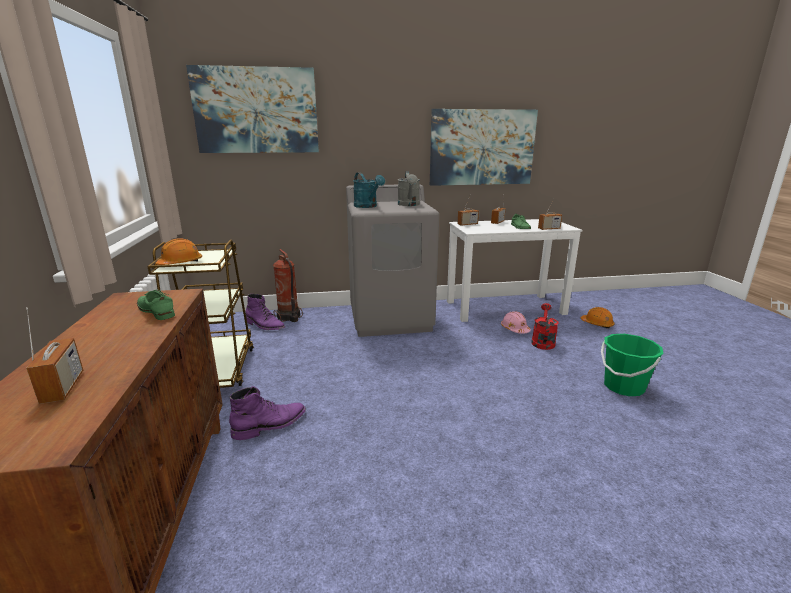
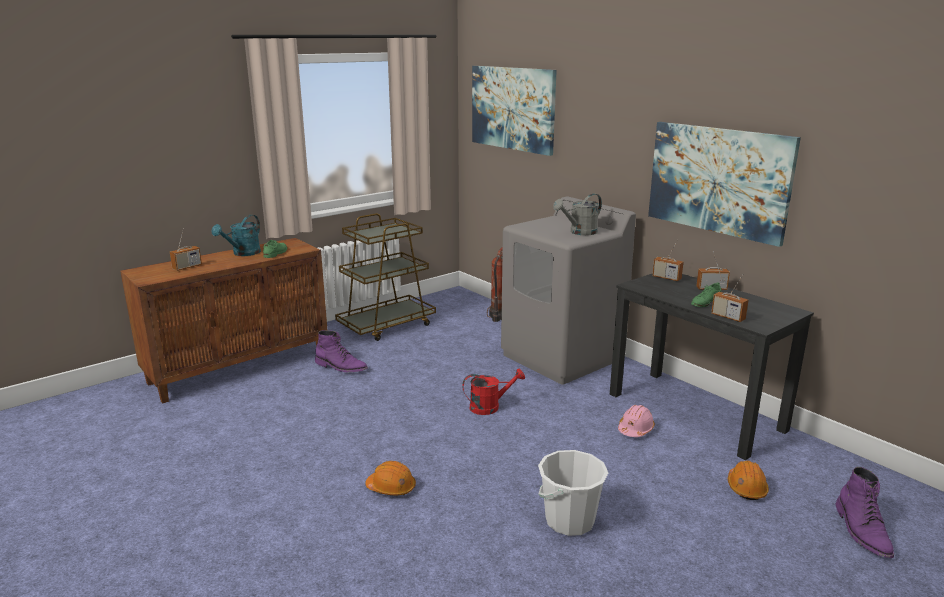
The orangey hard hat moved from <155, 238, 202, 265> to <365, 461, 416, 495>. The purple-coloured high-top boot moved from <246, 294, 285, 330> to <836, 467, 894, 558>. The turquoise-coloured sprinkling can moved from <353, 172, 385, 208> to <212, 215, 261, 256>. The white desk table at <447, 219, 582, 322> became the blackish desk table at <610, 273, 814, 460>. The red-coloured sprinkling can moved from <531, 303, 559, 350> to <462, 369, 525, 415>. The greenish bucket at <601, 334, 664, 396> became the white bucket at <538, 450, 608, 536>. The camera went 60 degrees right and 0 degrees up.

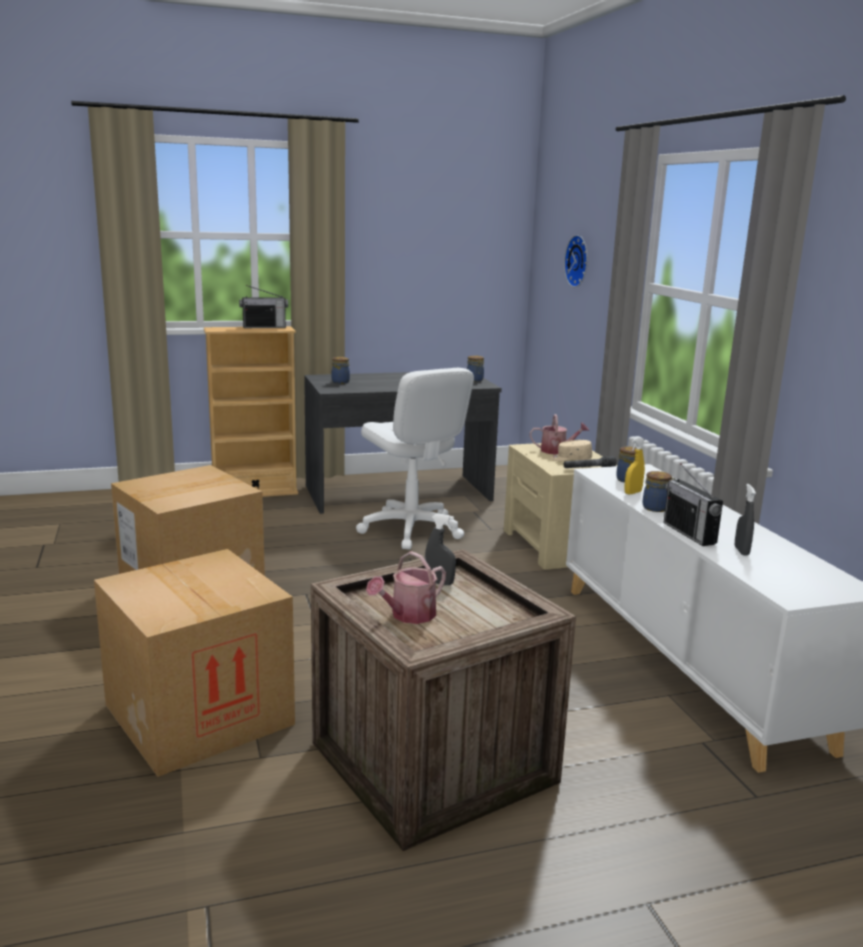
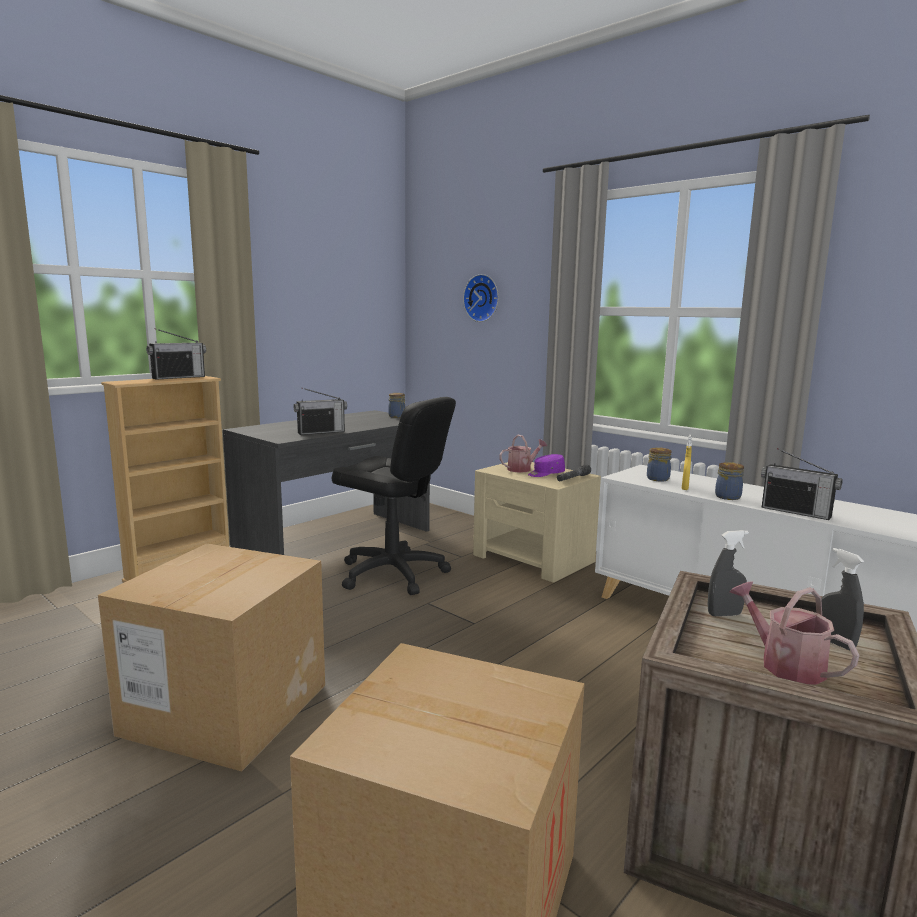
The storage jar at <332, 357, 350, 384> disappeared. The white computer chair at <356, 368, 474, 549> became the blackish computer chair at <332, 397, 456, 595>. The sprinkling can at <366, 551, 446, 624> turned 135 degrees clockwise. The beige-coloured cap at <550, 440, 592, 461> became the purple-coloured cap at <528, 454, 565, 477>. The grey sprayer moved from <735, 484, 756, 555> to <821, 548, 864, 650>. The radio at <294, 388, 347, 435> appeared. The camera went 30 degrees left and 5 degrees down.

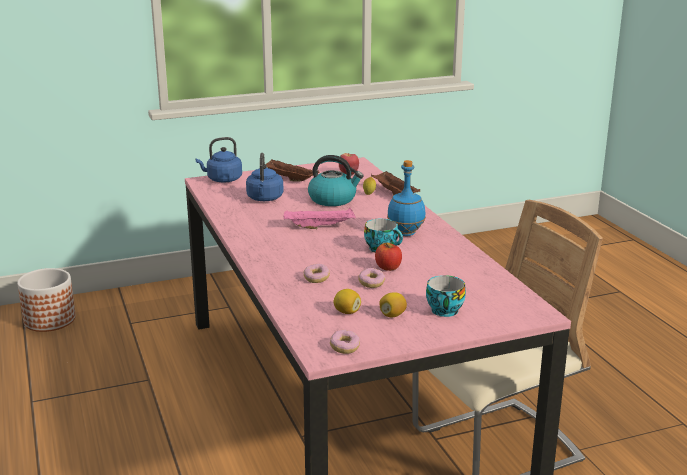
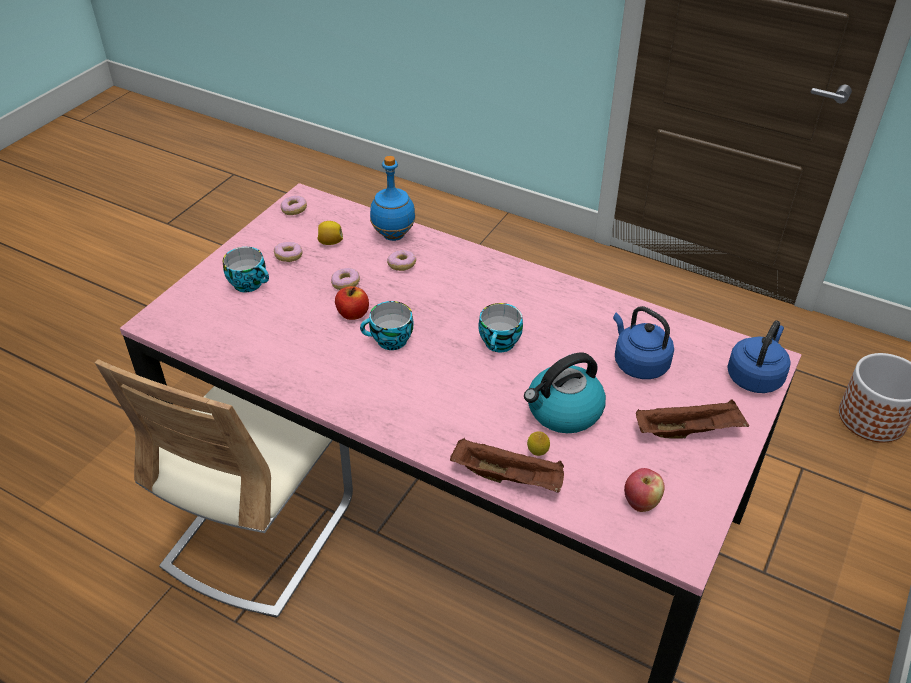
The pink-coloured carrying tray at <283, 208, 356, 229> was replaced by the small cup at <478, 303, 523, 352>. The lemon at <379, 292, 407, 317> was replaced by the ring doughnut at <274, 242, 302, 262>. The blue beverage bottle moved from <387, 160, 426, 236> to <370, 156, 416, 241>. The camera went 140 degrees right and 20 degrees up.

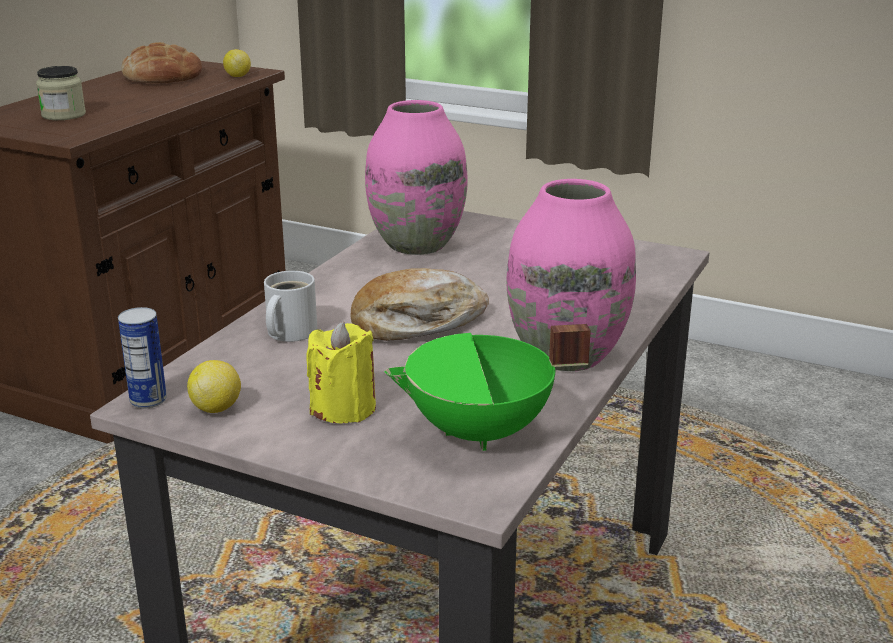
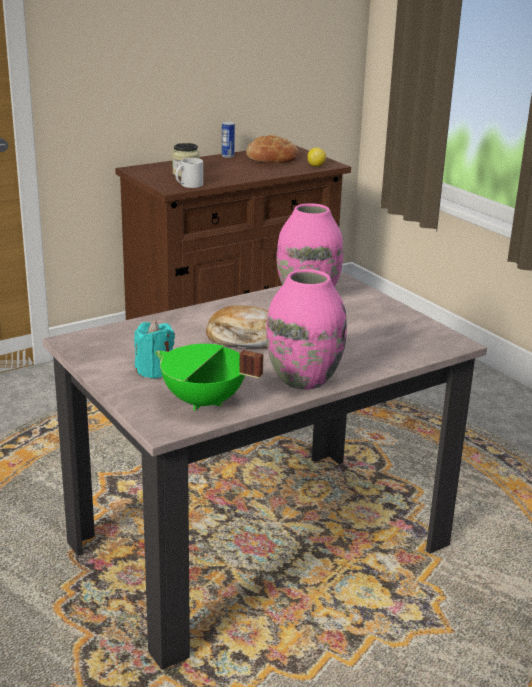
The can moved from <118, 307, 167, 408> to <222, 122, 235, 158>. The lemon at <187, 360, 241, 413> disappeared. The white mug moved from <264, 271, 317, 342> to <175, 158, 203, 188>. The yellowish wax candle at <307, 321, 376, 424> became the turquoise-coloured wax candle at <134, 320, 175, 379>. The camera went 30 degrees right and 0 degrees up.

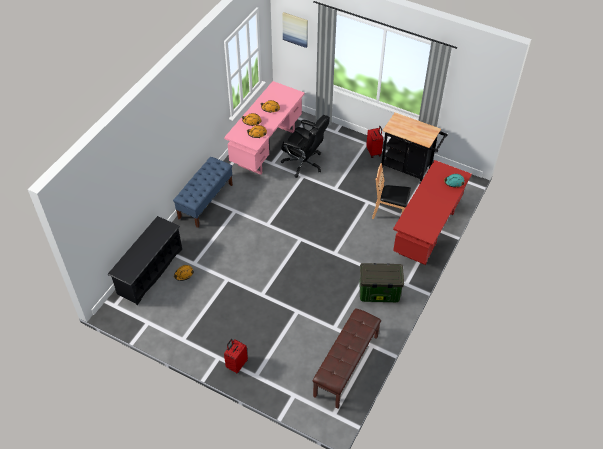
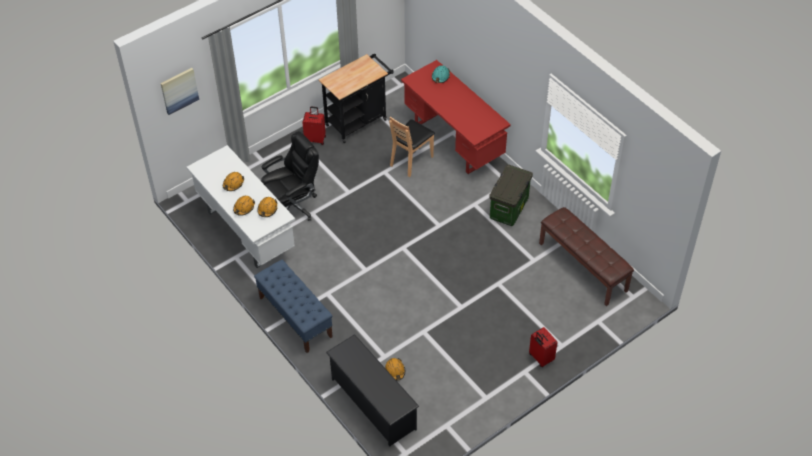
The pink-coloured desk table at <224, 81, 305, 175> became the white desk table at <187, 145, 295, 268>. The camera went 65 degrees left and 0 degrees up.

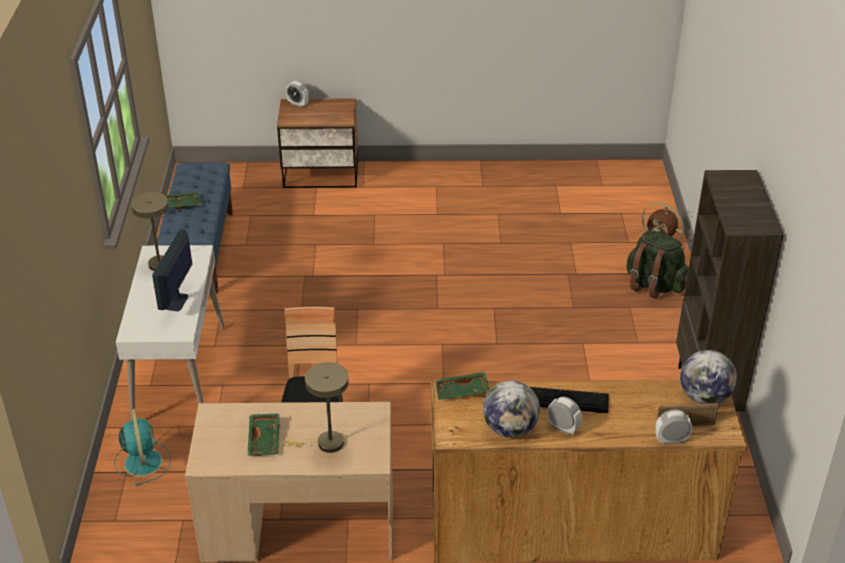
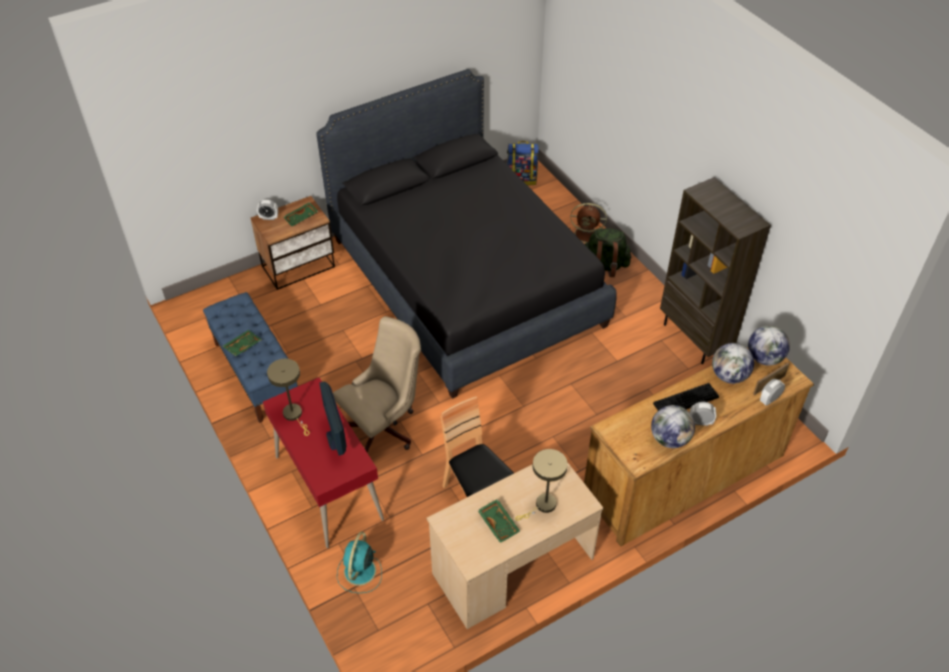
The turquoise-coloured cooling fan at <114, 409, 171, 486> turned 120 degrees counterclockwise. The white desk table at <116, 245, 225, 420> became the red-coloured desk table at <263, 378, 384, 548>. The greenish carrying tray moved from <435, 372, 489, 400> to <284, 202, 318, 226>. The blackish bedroom bed at <316, 69, 617, 399> appeared. The beige-coloured computer chair at <333, 316, 421, 452> appeared. The backpack at <507, 141, 539, 186> appeared. The desk globe at <712, 343, 754, 384> appeared. The camera went 30 degrees left and 10 degrees up.

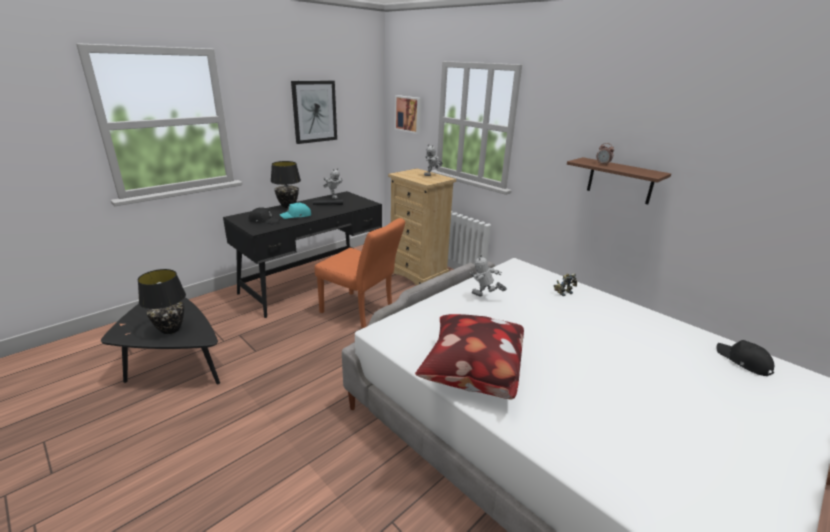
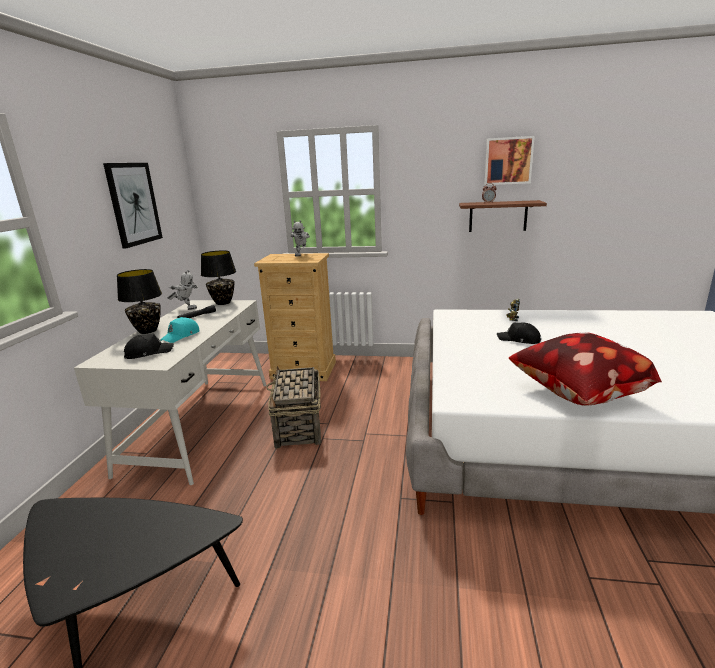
The blackish table lamp moved from <138, 269, 186, 334> to <201, 250, 236, 305>. The blackish desk table at <223, 191, 382, 318> became the white desk table at <74, 300, 267, 485>. The orangey upright chair at <315, 218, 405, 329> was replaced by the basket at <266, 366, 322, 448>. The wall art moved from <395, 95, 421, 134> to <485, 136, 535, 185>. The robot figure at <470, 254, 507, 297> disappeared. The blackish cap moved from <717, 340, 774, 376> to <497, 322, 541, 344>. The camera went 35 degrees left and 5 degrees down.

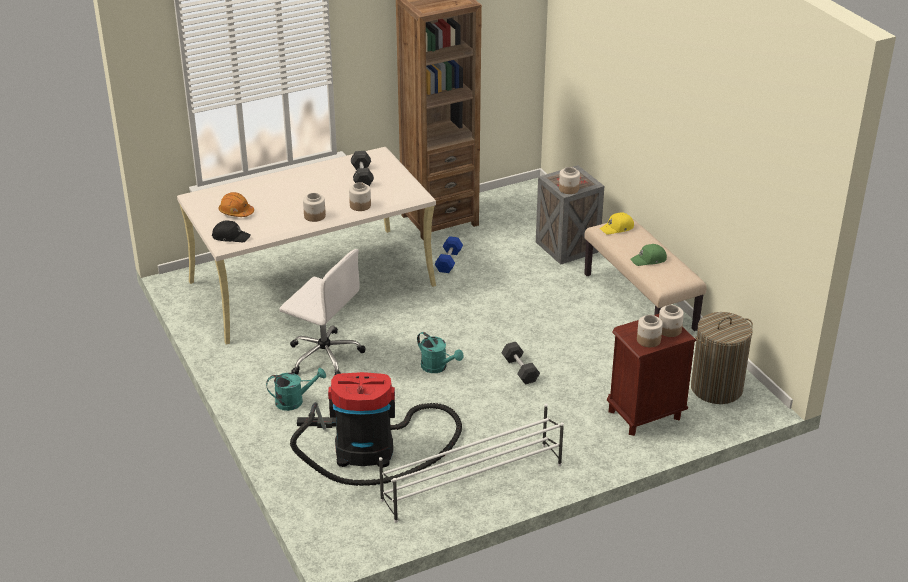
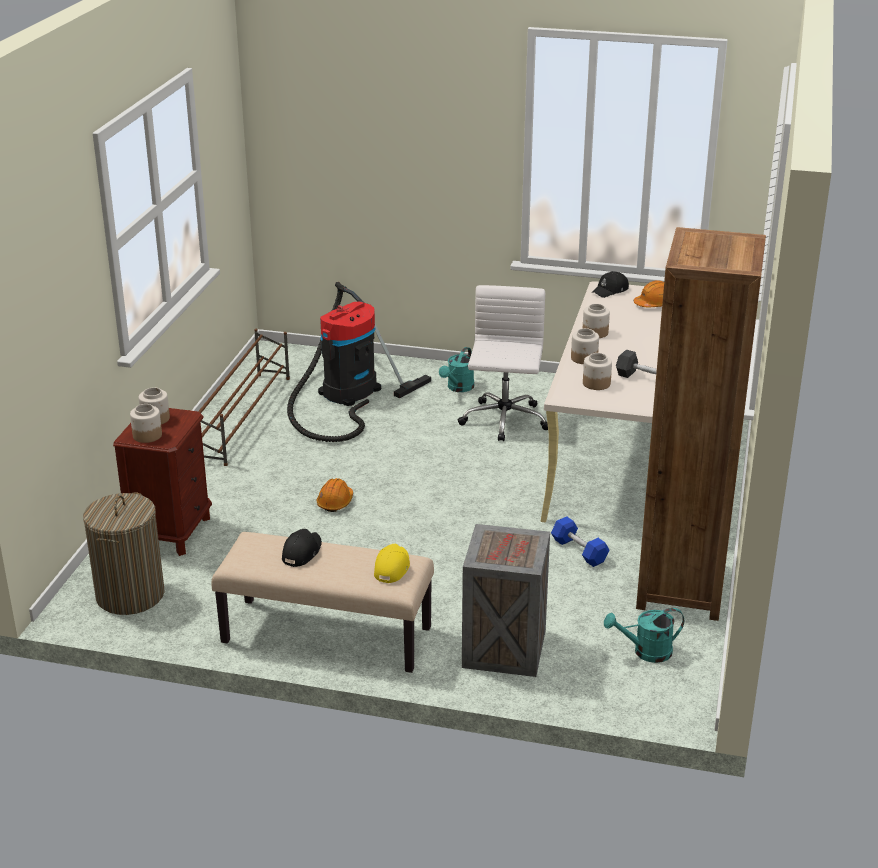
The white computer chair at <279, 249, 366, 375> turned 120 degrees clockwise. The white shoe shelf at <379, 404, 564, 523> became the brown-coloured shoe shelf at <190, 329, 290, 466>. The turquoise-coloured sprinkling can moved from <417, 332, 463, 373> to <604, 608, 684, 663>. The blackish dumbbell at <501, 342, 540, 385> was replaced by the orangey hard hat at <317, 478, 353, 512>. The storage jar moved from <559, 167, 580, 194> to <583, 353, 612, 390>. The greenish cap at <630, 244, 667, 266> became the blackish cap at <282, 529, 322, 567>. The camera went 130 degrees right and 5 degrees down.

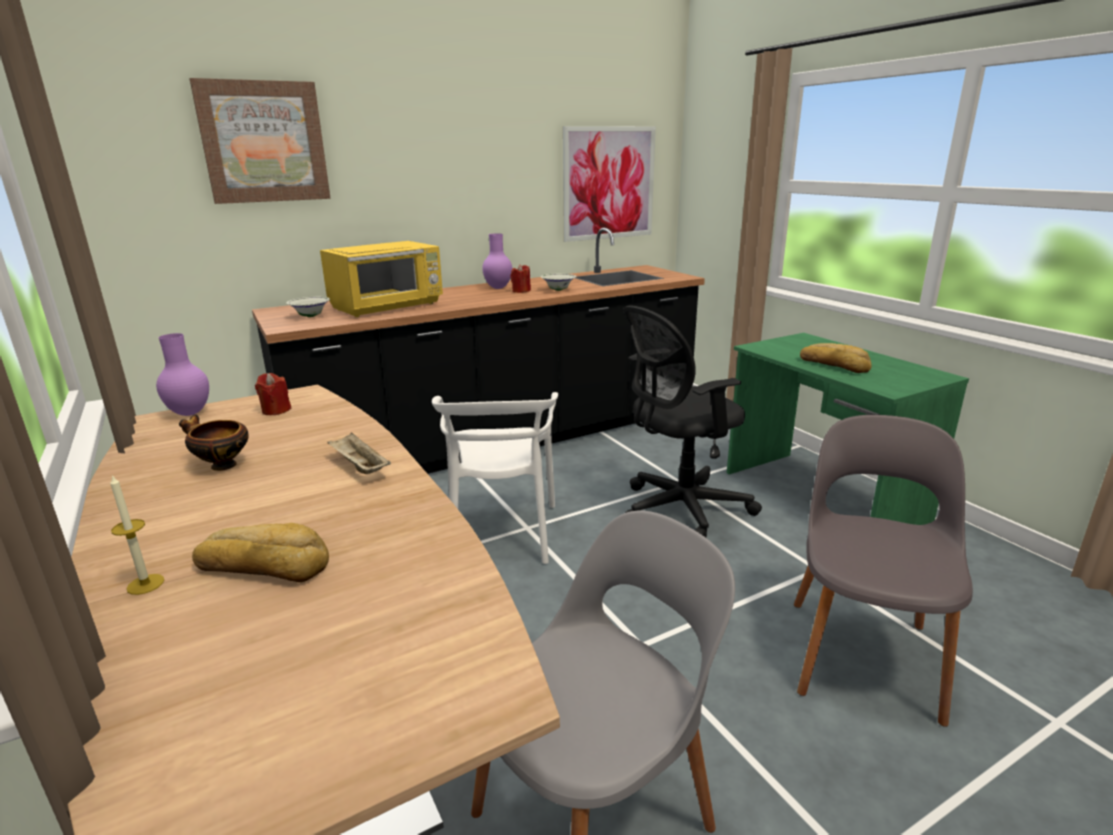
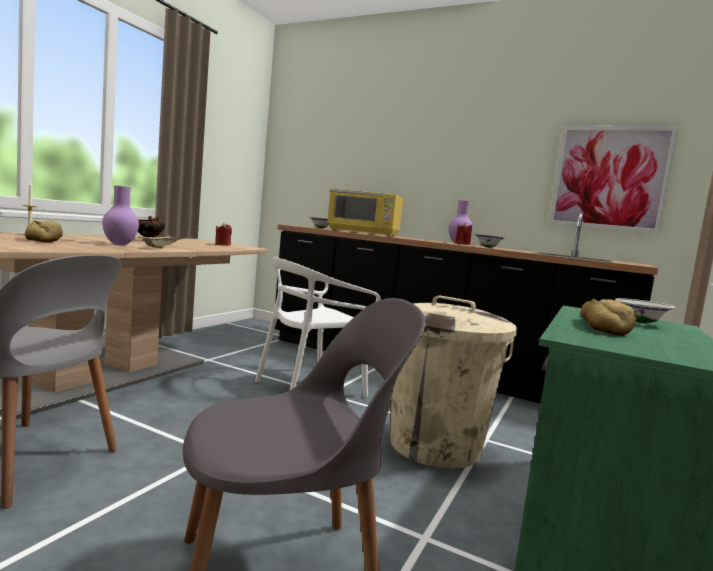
The purple-coloured vase moved from <156, 333, 209, 416> to <102, 185, 139, 245>. The wall art at <190, 78, 331, 204> disappeared. The blackish computer chair at <623, 305, 762, 537> was replaced by the beige-coloured waste bin at <390, 296, 517, 468>. The white bowl at <615, 298, 676, 324> appeared. The camera went 55 degrees right and 15 degrees down.

